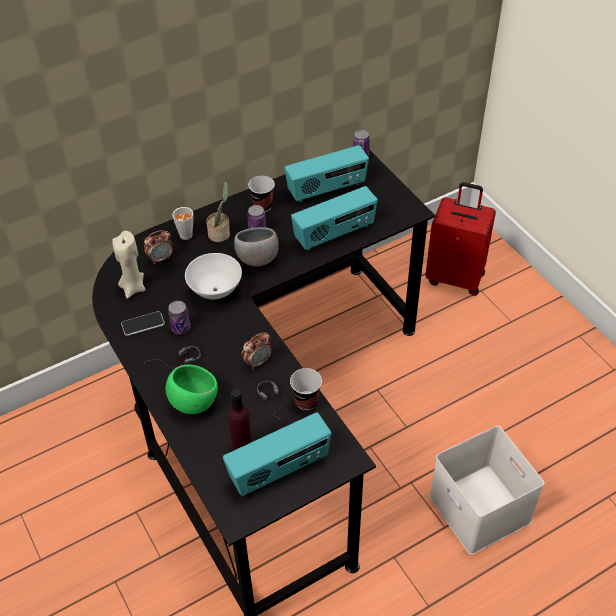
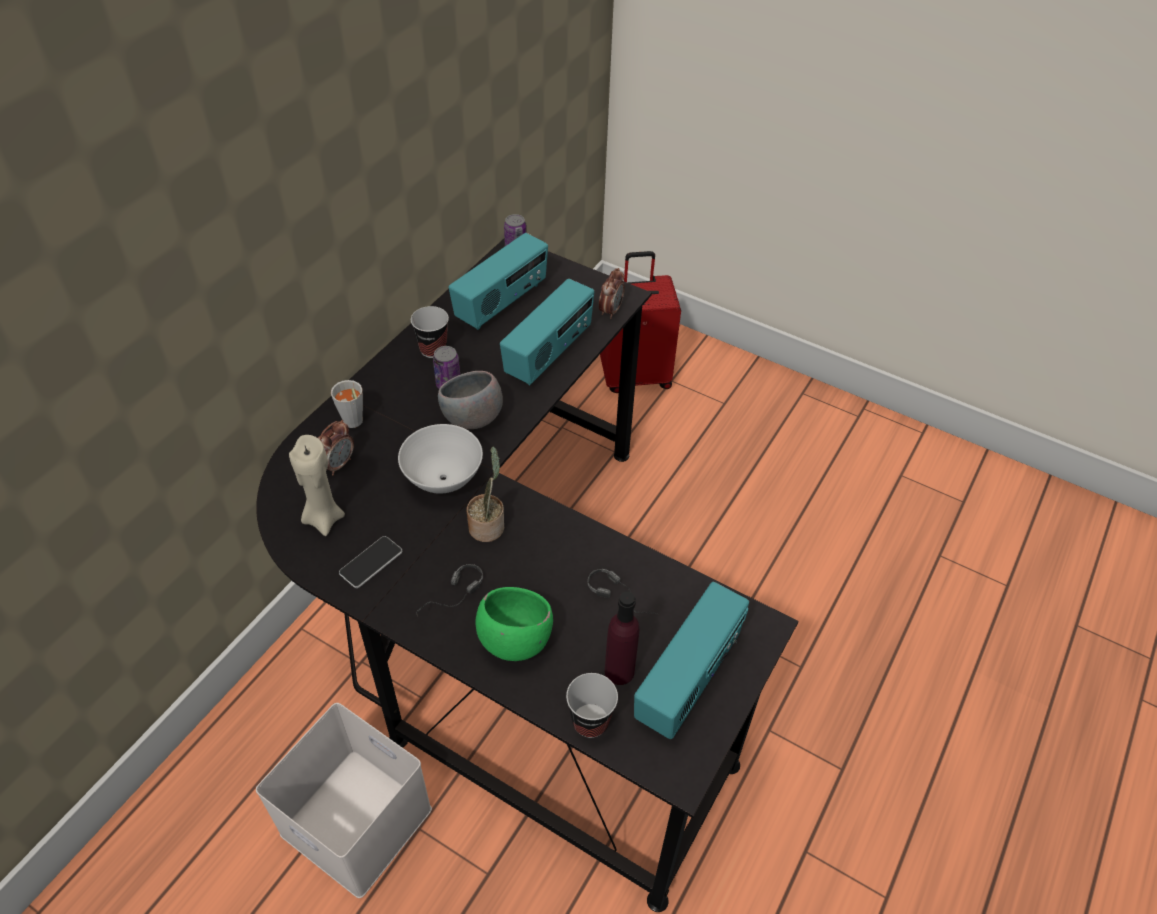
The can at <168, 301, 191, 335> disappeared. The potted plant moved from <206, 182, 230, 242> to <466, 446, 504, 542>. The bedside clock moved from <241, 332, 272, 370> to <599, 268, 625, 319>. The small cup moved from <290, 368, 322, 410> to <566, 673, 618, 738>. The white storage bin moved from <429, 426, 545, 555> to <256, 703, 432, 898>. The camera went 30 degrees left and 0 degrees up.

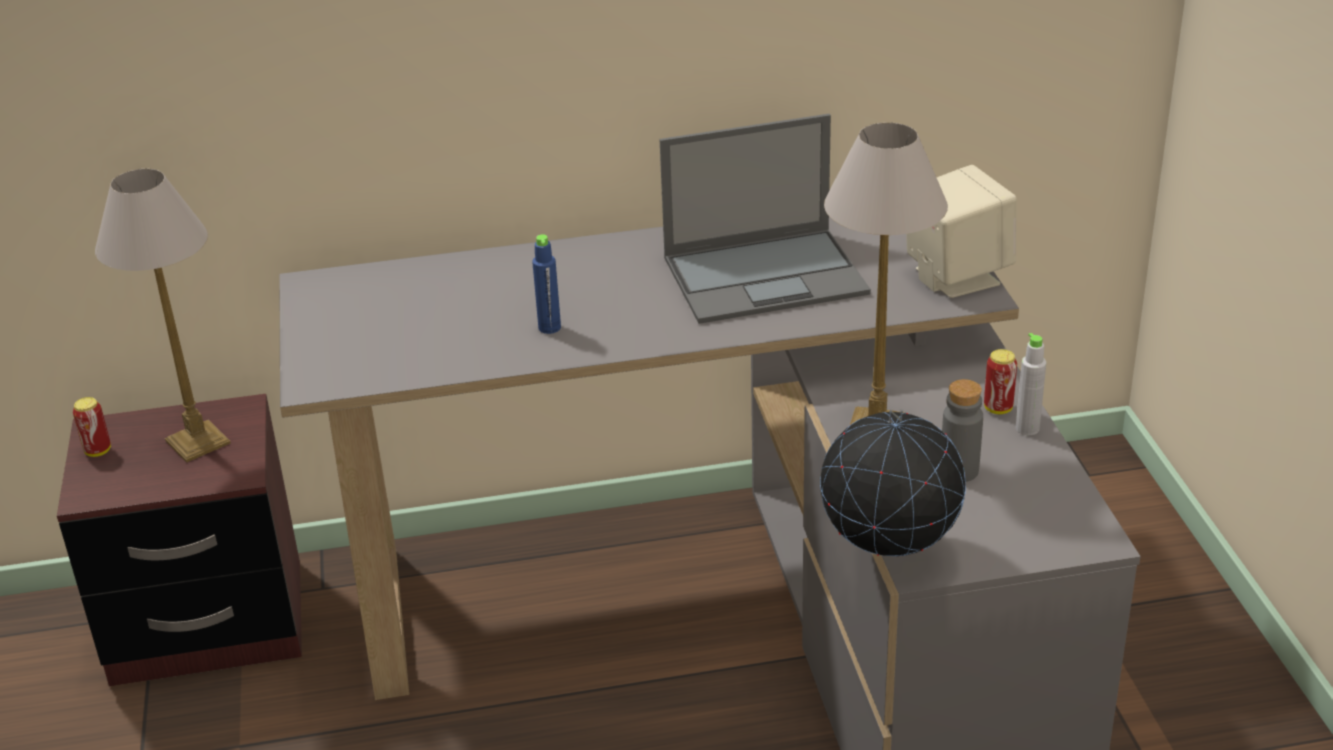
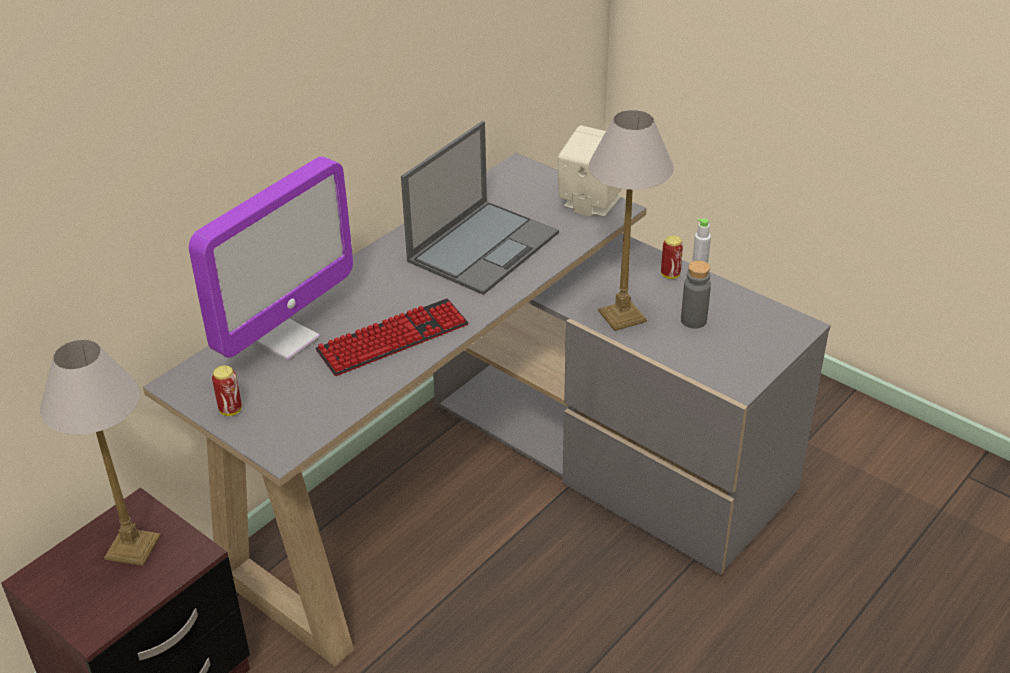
The can moved from <73, 397, 111, 457> to <212, 365, 242, 416>. The blue beverage bottle at <532, 234, 561, 334> was replaced by the PC keyboard at <315, 298, 469, 376>. The desk globe at <820, 409, 966, 556> disappeared. The computer display at <189, 156, 353, 360> appeared. The camera went 40 degrees left and 5 degrees up.

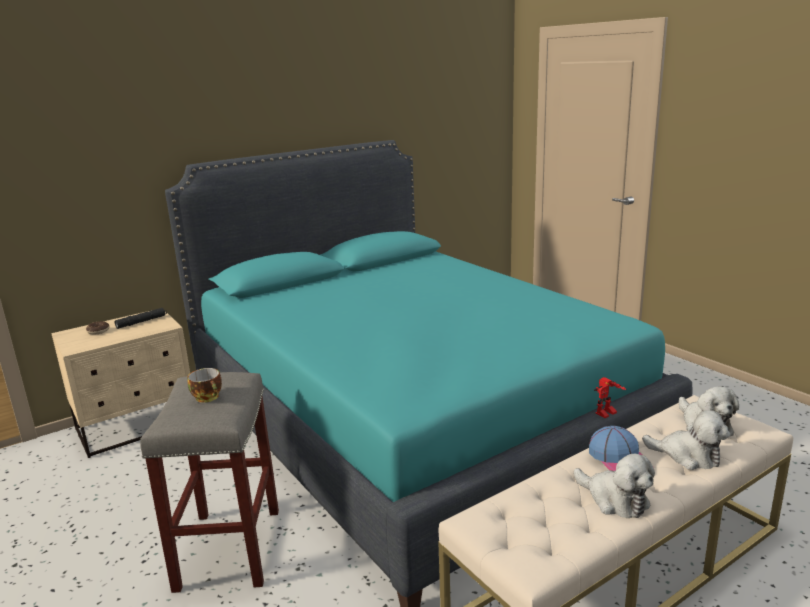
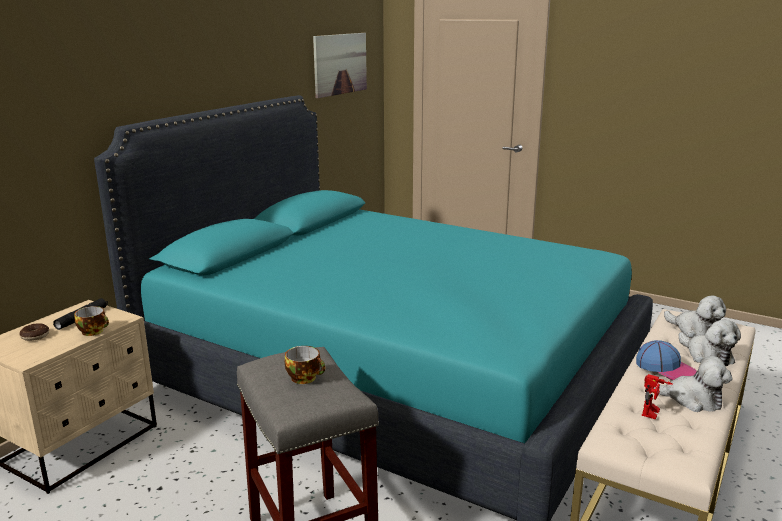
The robot figure moved from <594, 377, 626, 418> to <642, 374, 673, 419>. The plush toy at <642, 410, 730, 470> turned 60 degrees clockwise. The small cup at <74, 306, 109, 336> appeared. The wall art at <313, 33, 367, 98> appeared. The camera went 25 degrees left and 0 degrees up.

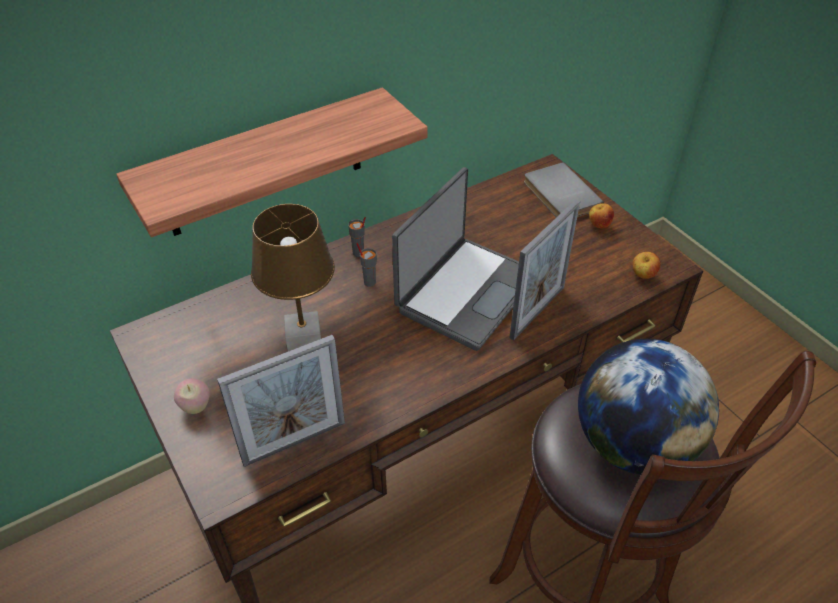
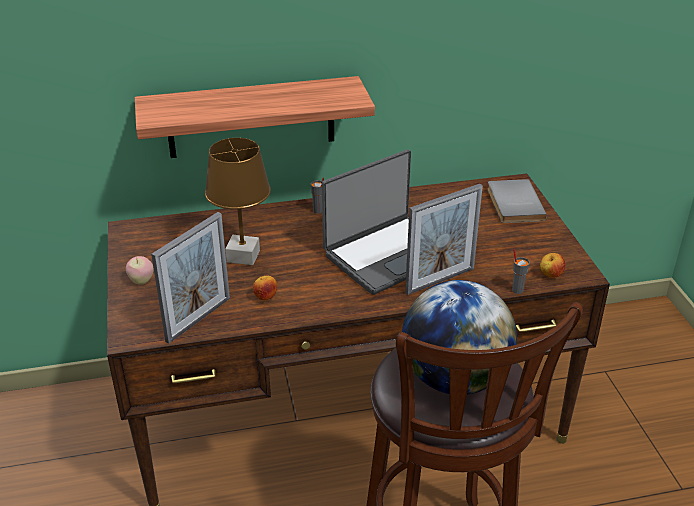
The picture frame at <217, 335, 345, 467> turned 45 degrees counterclockwise. The grey small cup moved from <356, 243, 377, 287> to <512, 249, 530, 294>. The whole apple moved from <589, 203, 614, 229> to <253, 276, 277, 300>. The camera went 20 degrees right and 10 degrees down.

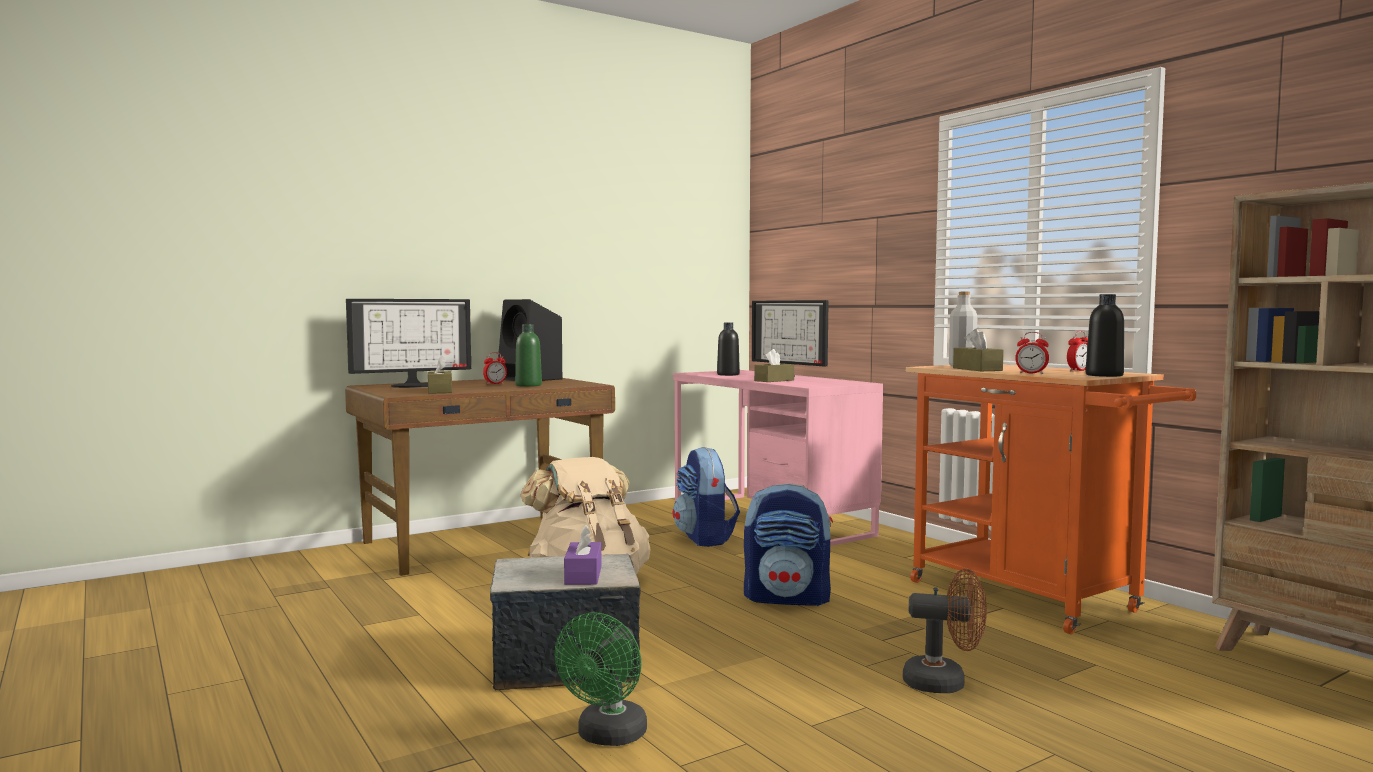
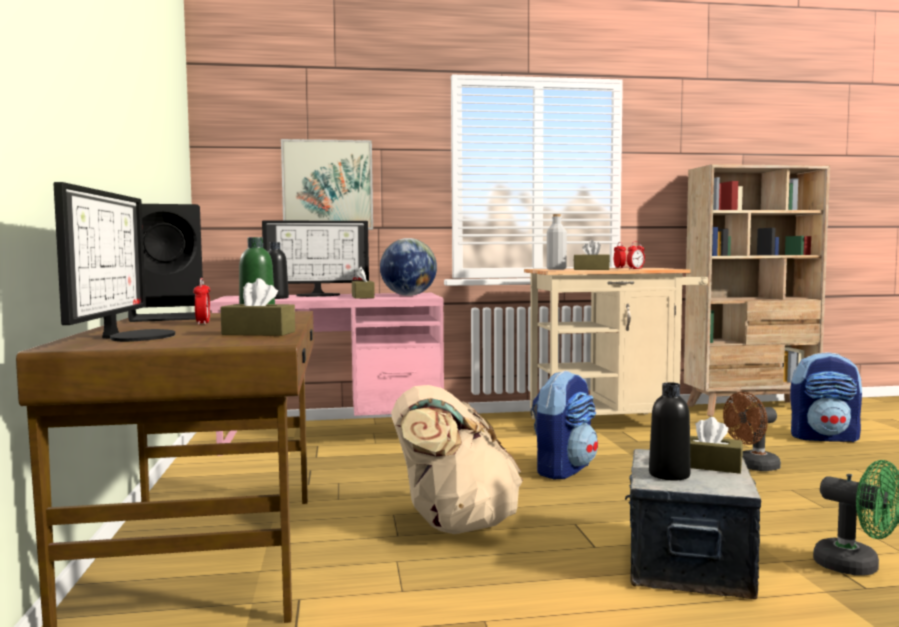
The purple-coloured tissue box at <564, 525, 601, 585> became the brown-coloured tissue box at <690, 417, 743, 474>. The backpack moved from <673, 447, 740, 547> to <790, 352, 862, 442>. The brown-coloured cooling fan at <903, 569, 987, 693> turned 150 degrees counterclockwise. The orangey wheeled cart at <906, 364, 1196, 634> became the beige-coloured wheeled cart at <524, 268, 708, 419>. The blackish beverage bottle moved from <1086, 294, 1124, 377> to <649, 382, 691, 481>. The wall art at <281, 139, 373, 230> appeared. The desk globe at <380, 238, 437, 296> appeared. The camera went 65 degrees left and 0 degrees up.

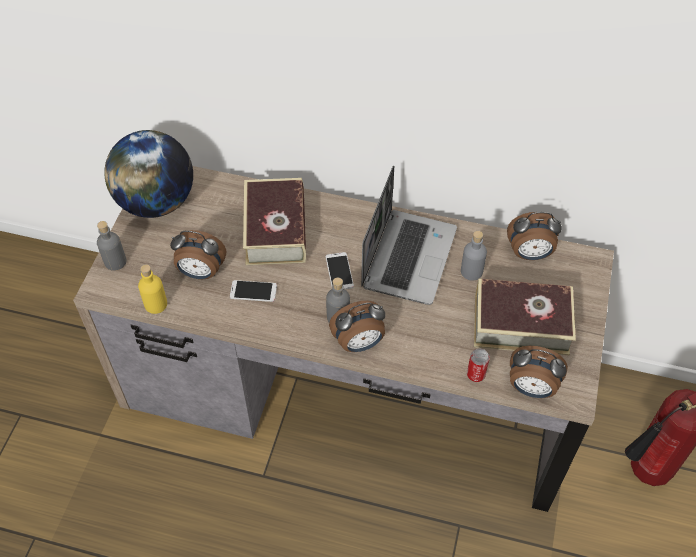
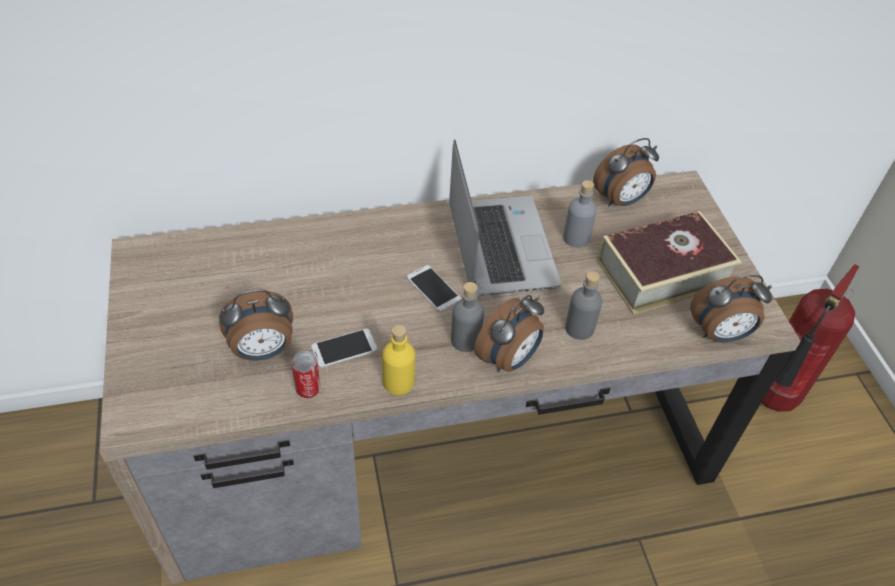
The grey beverage bottle moved from <97, 221, 127, 271> to <565, 271, 602, 340>. The desk globe at <104, 130, 193, 218> disappeared. The yellowish beverage bottle moved from <138, 264, 167, 314> to <382, 325, 415, 395>. The bound book at <243, 178, 306, 265> disappeared. The can moved from <467, 349, 490, 382> to <291, 351, 321, 398>. The camera went 30 degrees left and 5 degrees down.

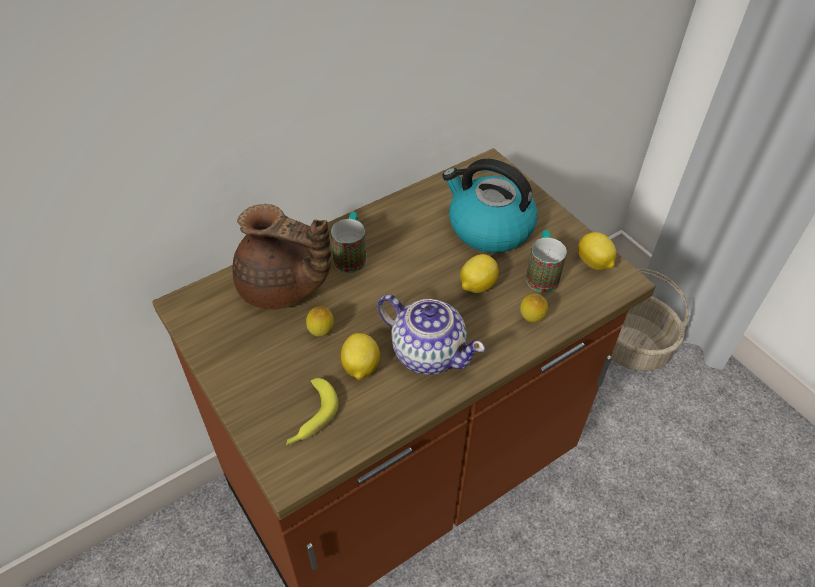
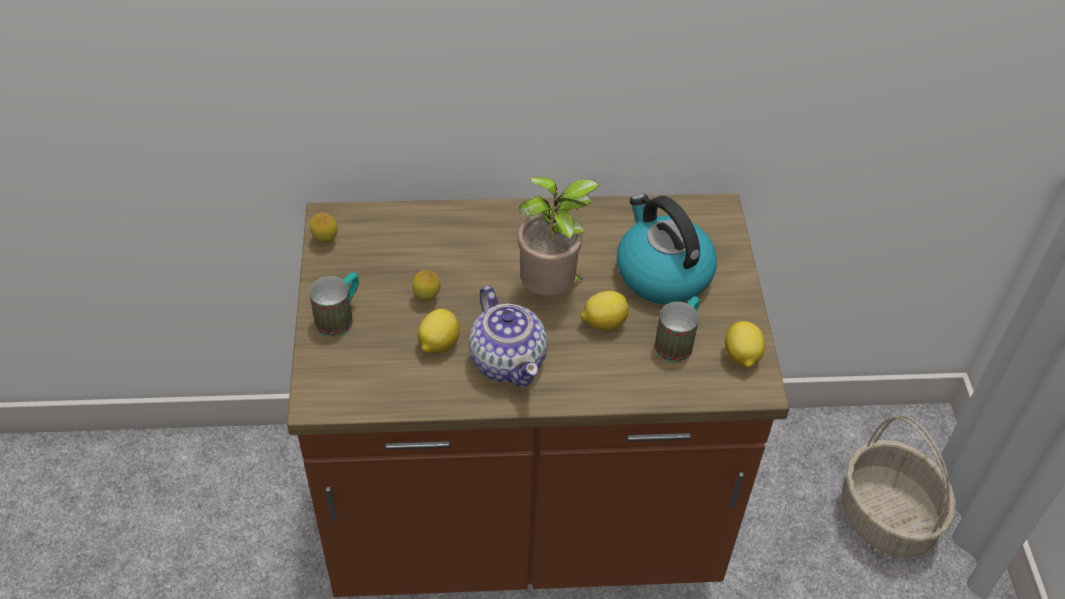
The brown-coloured tea pot at <232, 204, 331, 310> disappeared. The banana fruit at <286, 378, 339, 446> disappeared. The mug moved from <331, 212, 366, 273> to <310, 272, 359, 337>. The lemon moved from <520, 293, 548, 322> to <310, 213, 338, 243>. The potted plant at <518, 177, 600, 296> appeared. The camera went 30 degrees right and 0 degrees up.

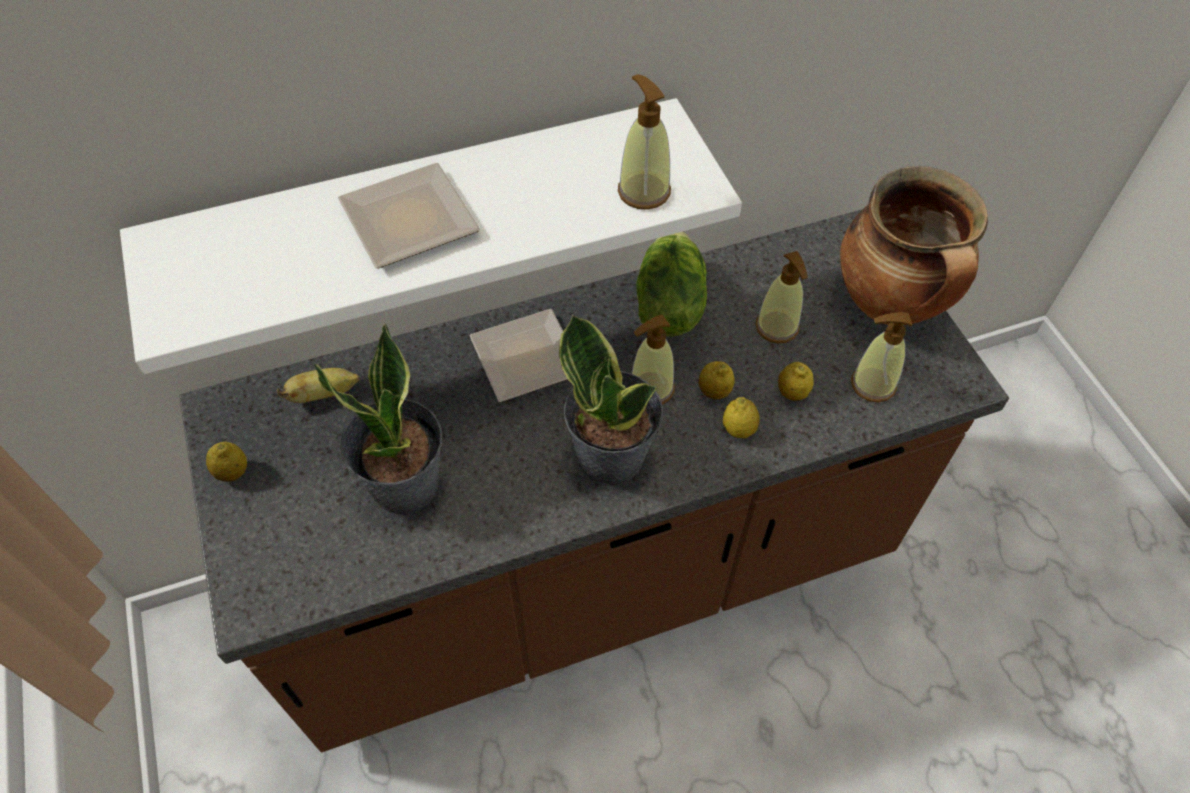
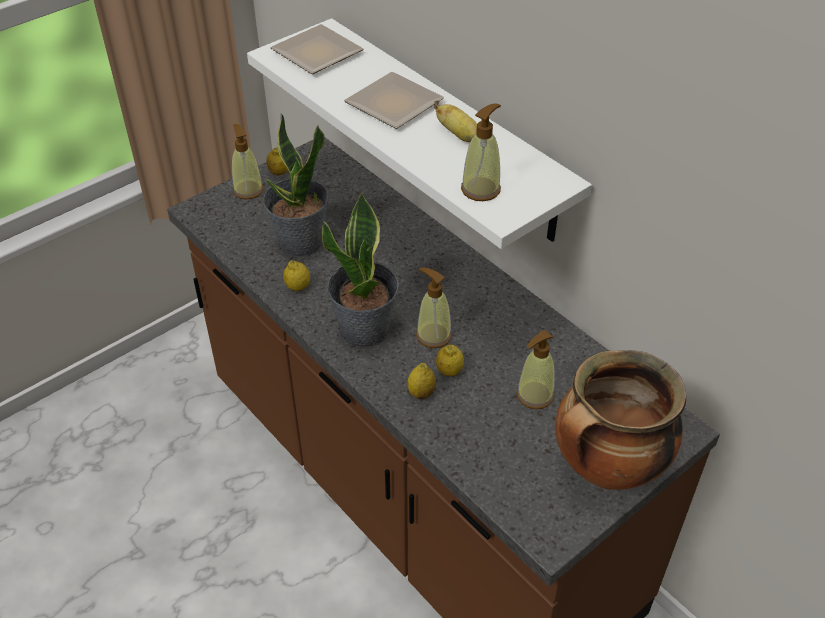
The banana fruit moved from <277, 368, 360, 403> to <434, 100, 477, 142>. The flat dish moved from <469, 309, 568, 402> to <270, 24, 364, 74>. The lettuce at <636, 232, 707, 337> disappeared. The lemon moved from <778, 362, 814, 401> to <283, 260, 310, 291>. The liquid soap bottle moved from <851, 312, 912, 402> to <232, 124, 264, 199>. The camera went 70 degrees right and 10 degrees down.

